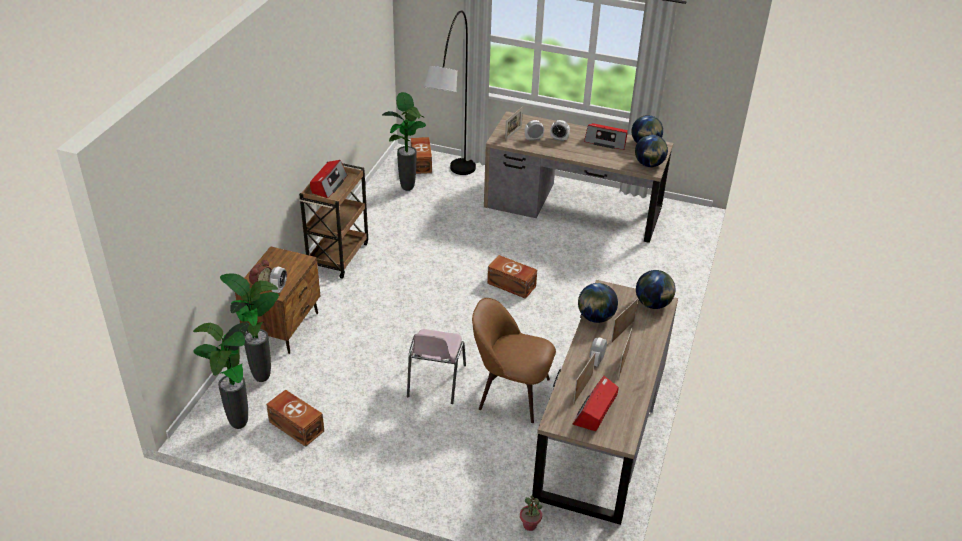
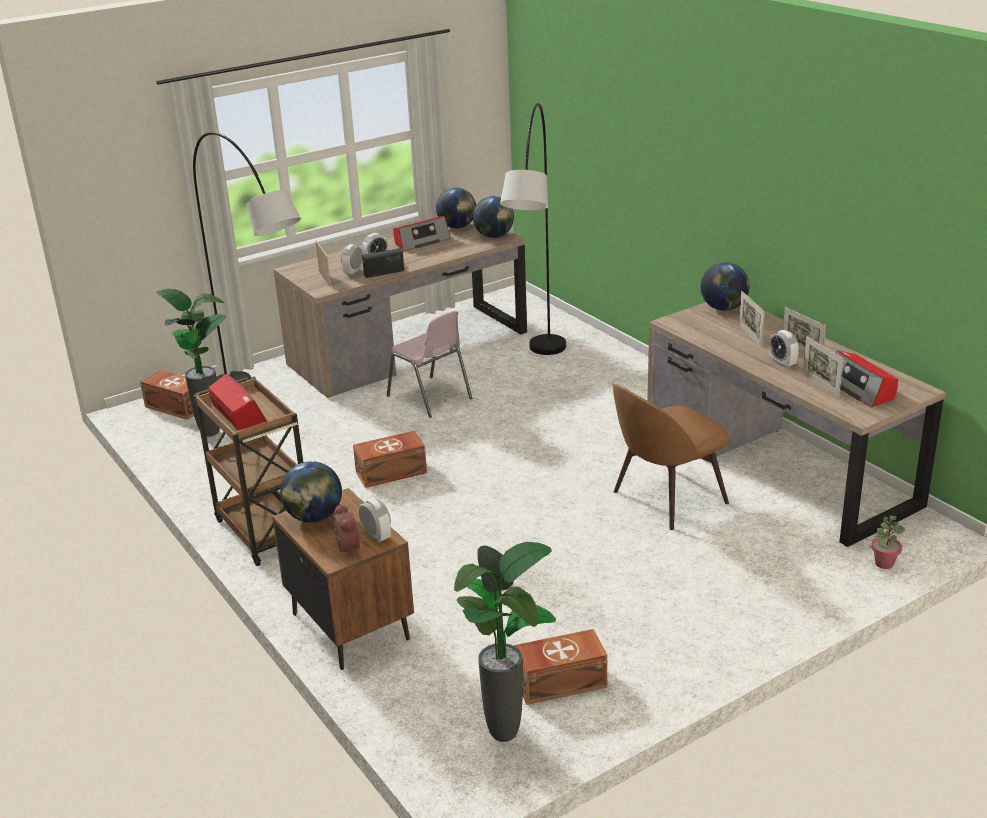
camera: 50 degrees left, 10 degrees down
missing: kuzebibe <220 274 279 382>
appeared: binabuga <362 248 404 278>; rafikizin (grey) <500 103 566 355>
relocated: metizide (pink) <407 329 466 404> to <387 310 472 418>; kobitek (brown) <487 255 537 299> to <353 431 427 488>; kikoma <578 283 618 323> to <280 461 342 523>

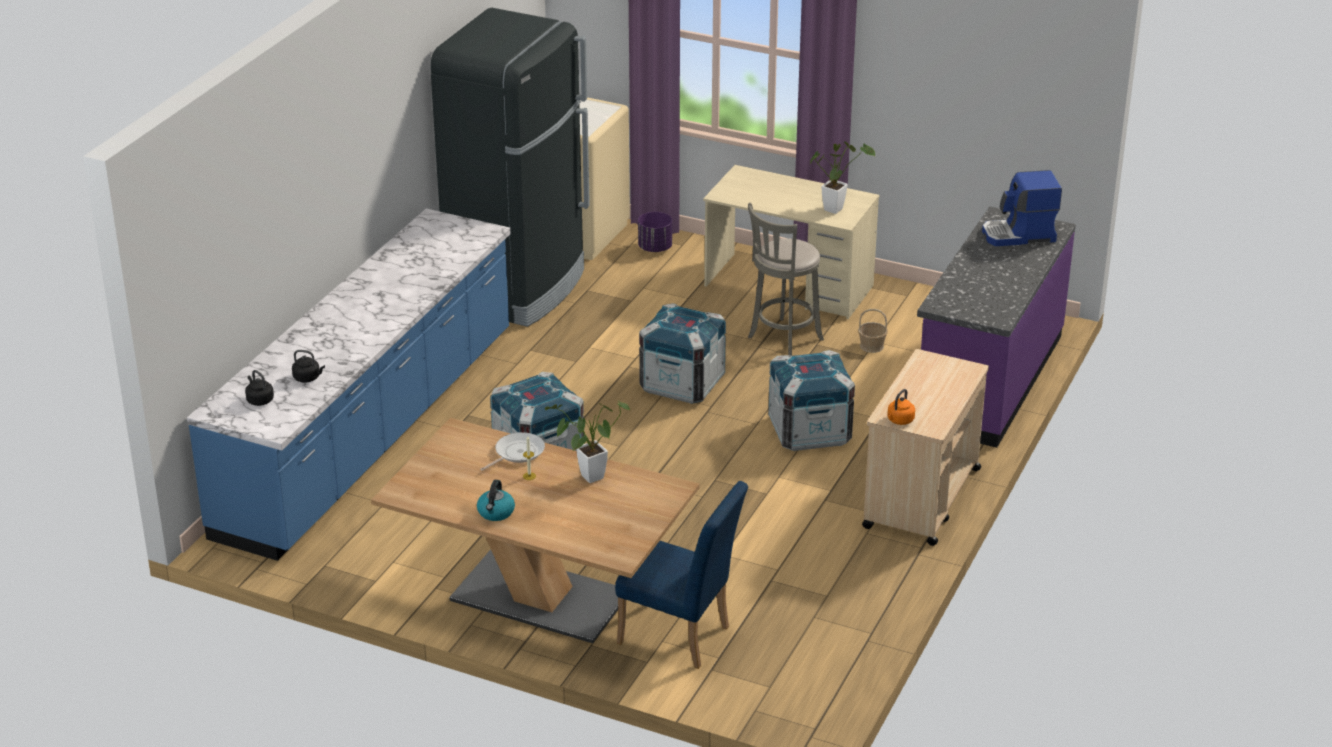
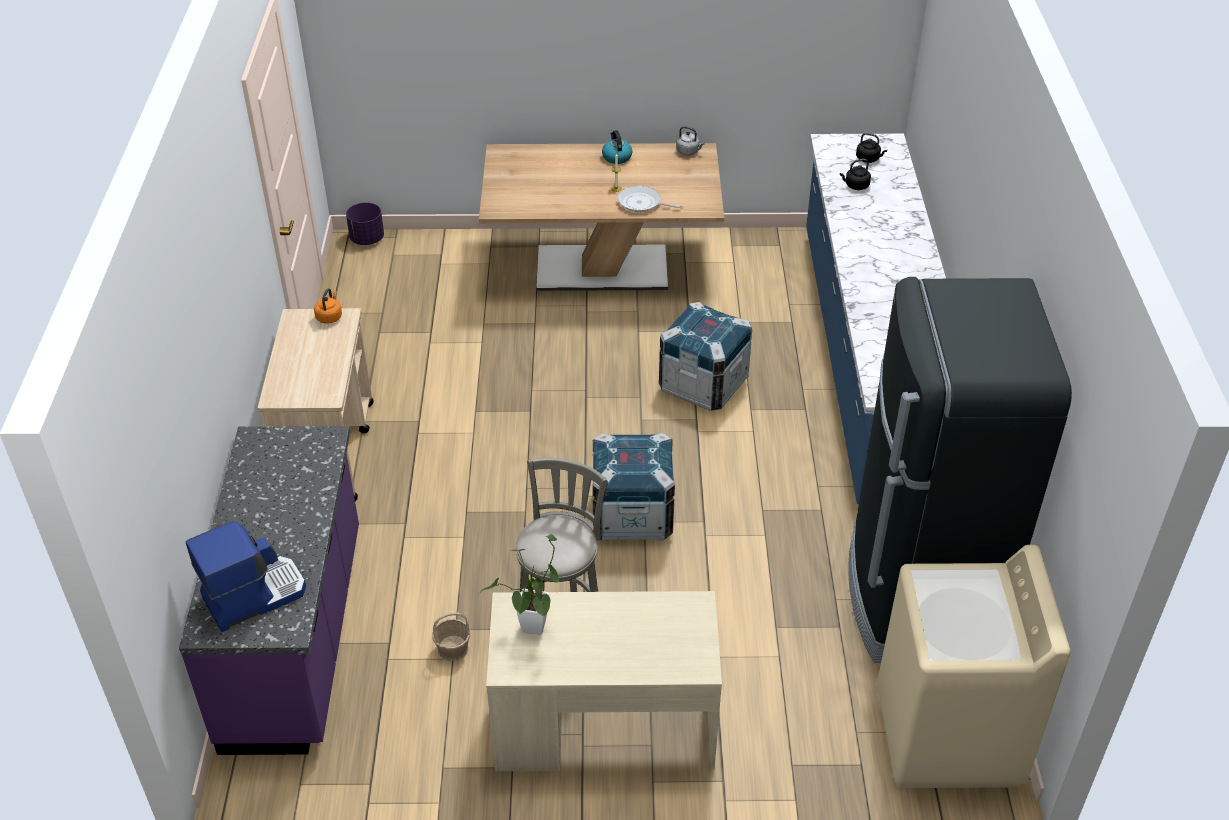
camera: 155 degrees right, 10 degrees up
missing: kuzebibe <545 401 630 483>; metizide (blue) <615 481 748 669>; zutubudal <768 350 855 451>
appeared: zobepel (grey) <676 126 705 155>
relocated: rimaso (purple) <638 212 672 252> to <346 202 384 245>
spun: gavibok <480 432 545 471> = <618 186 683 212> 90 degrees clockwise

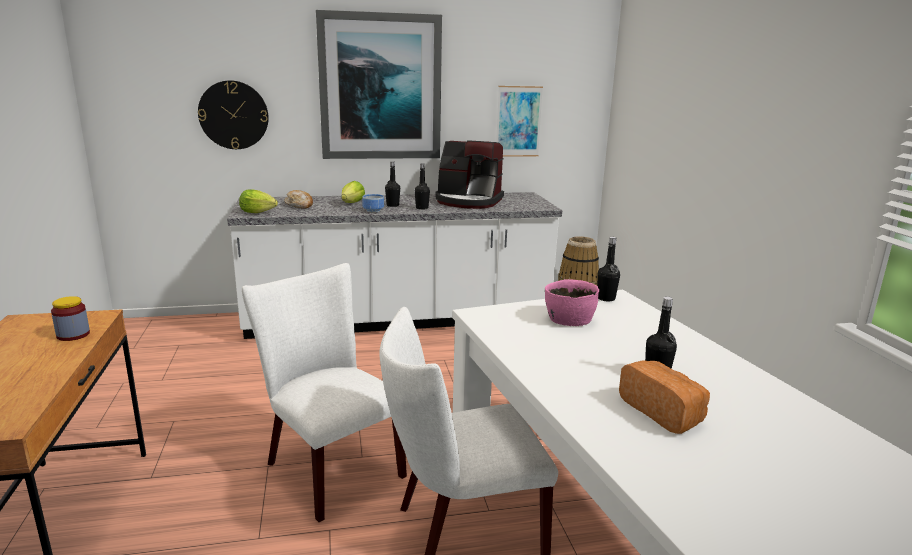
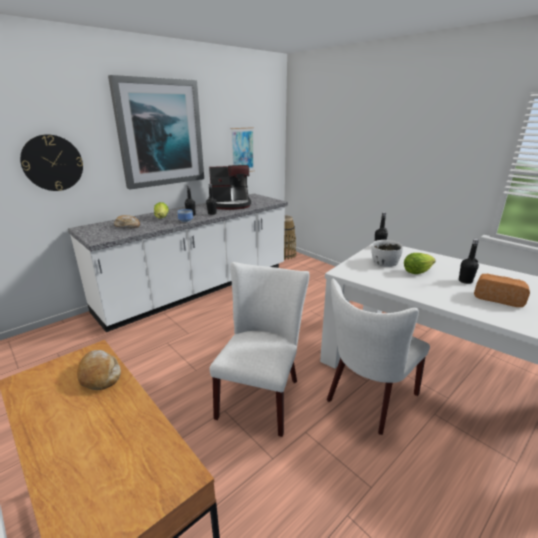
camera: 30 degrees left, 5 degrees up
relocated: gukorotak <239 189 278 213> to <404 253 436 274>
exchanged: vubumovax <51 296 90 341> to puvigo <77 350 121 390>
colour: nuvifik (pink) <545 279 599 326> to nuvifik (white) <371 240 403 267>
spun: metizide (white) <242 263 407 522> = <210 262 309 437> 90 degrees clockwise

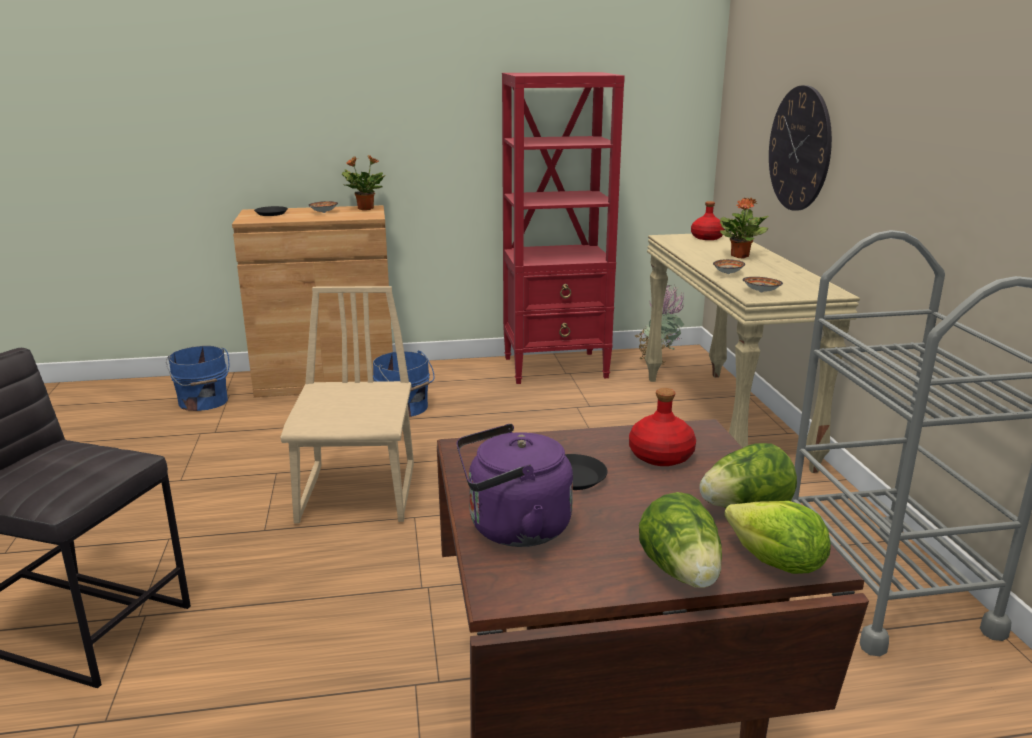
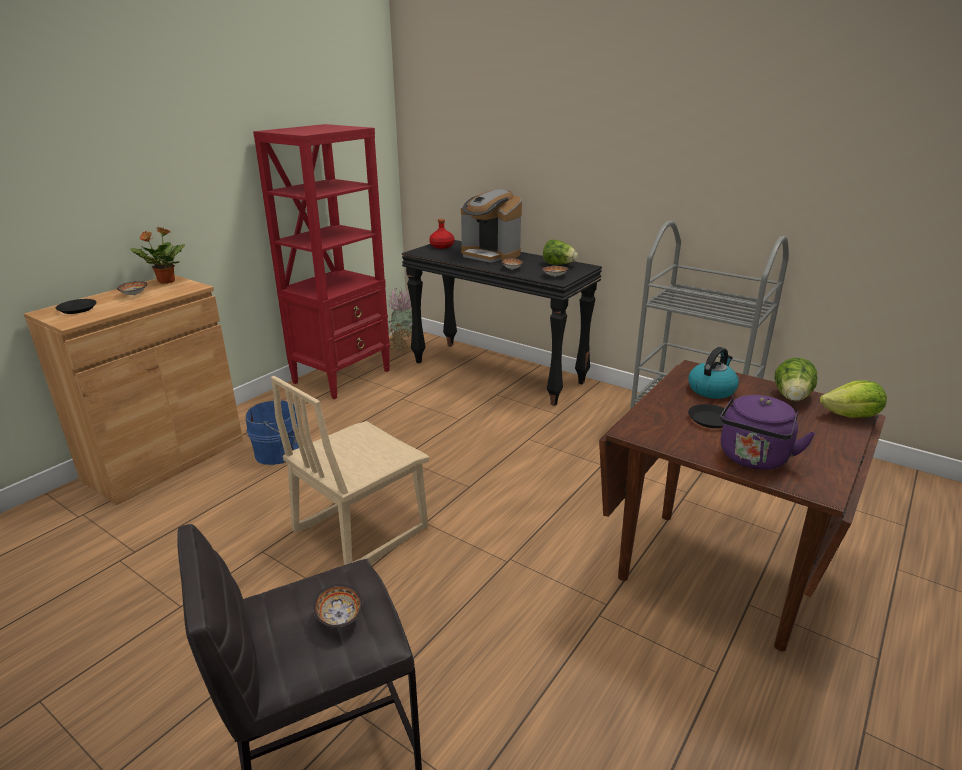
camera: 45 degrees left, 5 degrees up
missing: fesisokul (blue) <166 346 230 411>; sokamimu <769 85 832 211>
appeared: nuvifik <313 584 363 628>
relocated: gukorotak <639 492 722 588> to <543 240 578 265>
exchanged: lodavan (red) <629 388 696 466> to zobepel <688 347 739 399>; kuzebibe <720 198 768 258> to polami <461 189 522 263>
colour: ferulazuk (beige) <645 232 860 473> to ferulazuk (black) <402 240 602 406>
spun: metizide (beige) <280 286 414 523> = <271 376 429 565> 90 degrees counterclockwise

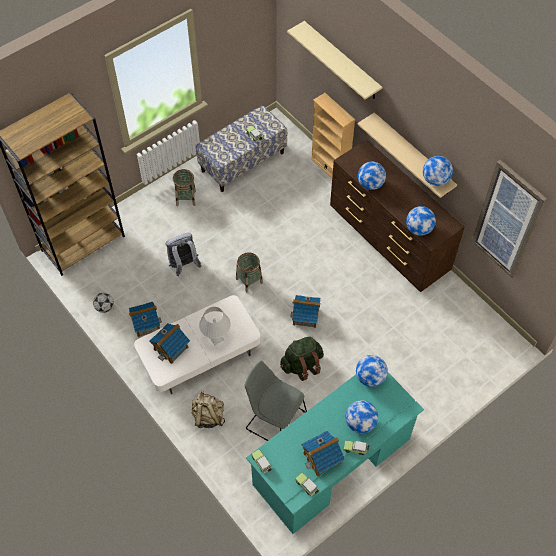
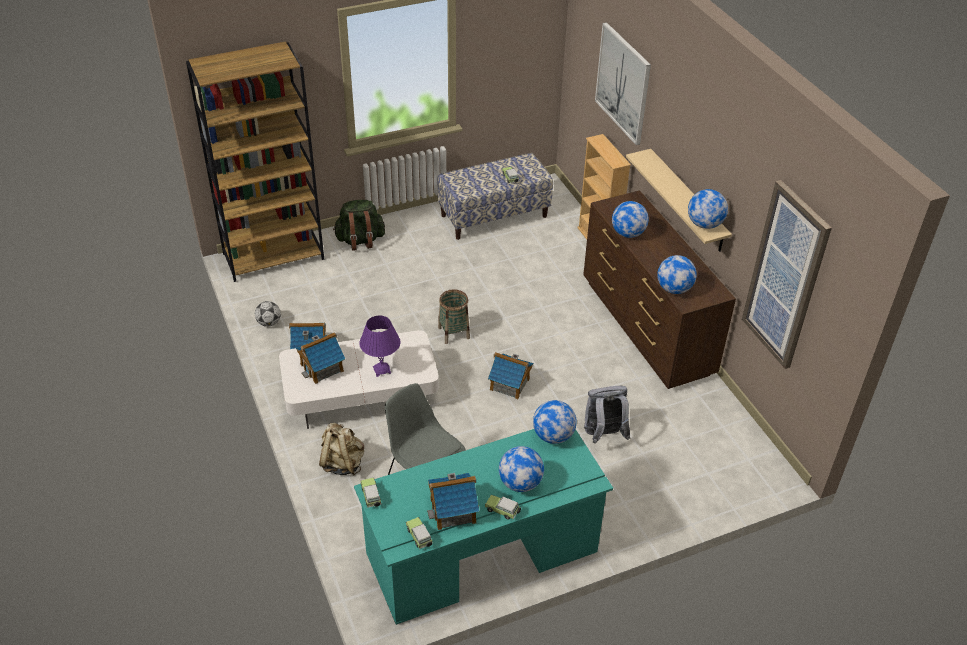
camera: 15 degrees right, 15 degrees down
missing: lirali <173 169 196 206>
relocated: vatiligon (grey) <166 233 202 276> to <584 386 630 444>; vatiligon (green) <280 337 324 381> to <333 200 385 251>
exchanged: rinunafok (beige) <287 21 382 99> to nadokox <595 22 651 145>
colour: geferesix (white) <199 307 231 346> to geferesix (purple) <359 316 401 377>

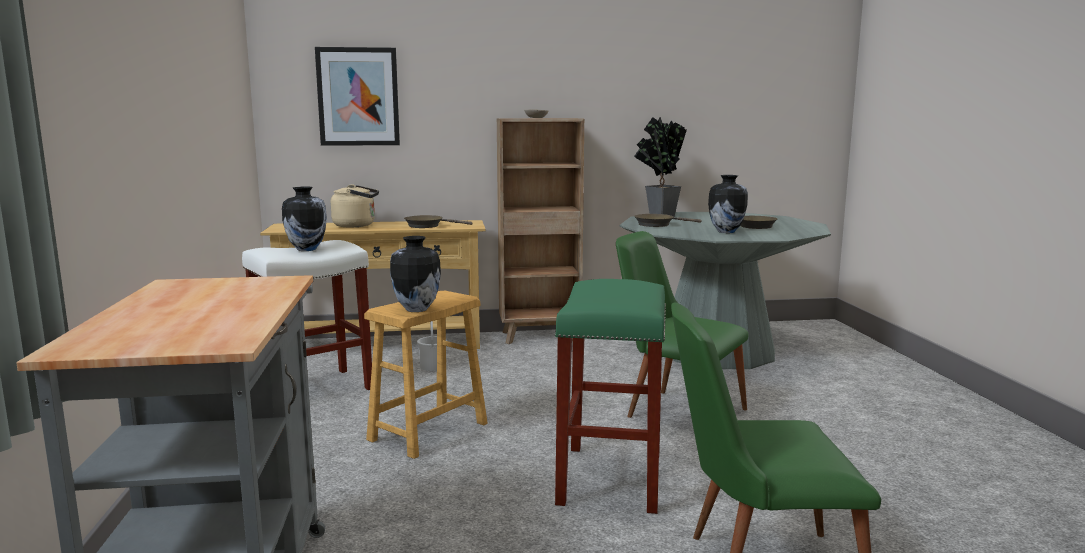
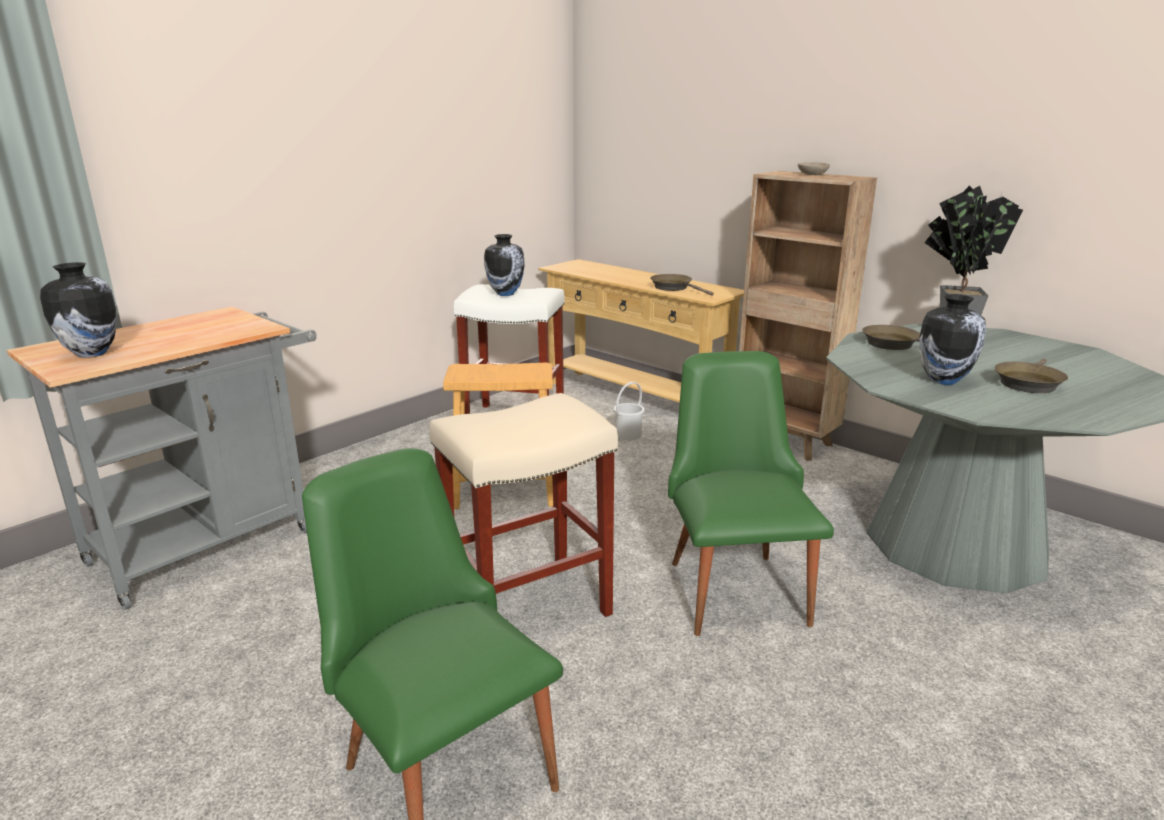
camera: 50 degrees right, 10 degrees up
missing: nadokox <315 47 400 146>; zobepel (beige) <331 184 379 227>
relocated: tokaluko <390 236 441 312> to <40 262 117 358>
colour: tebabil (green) <555 279 666 514> to tebabil (beige) <429 393 618 617>

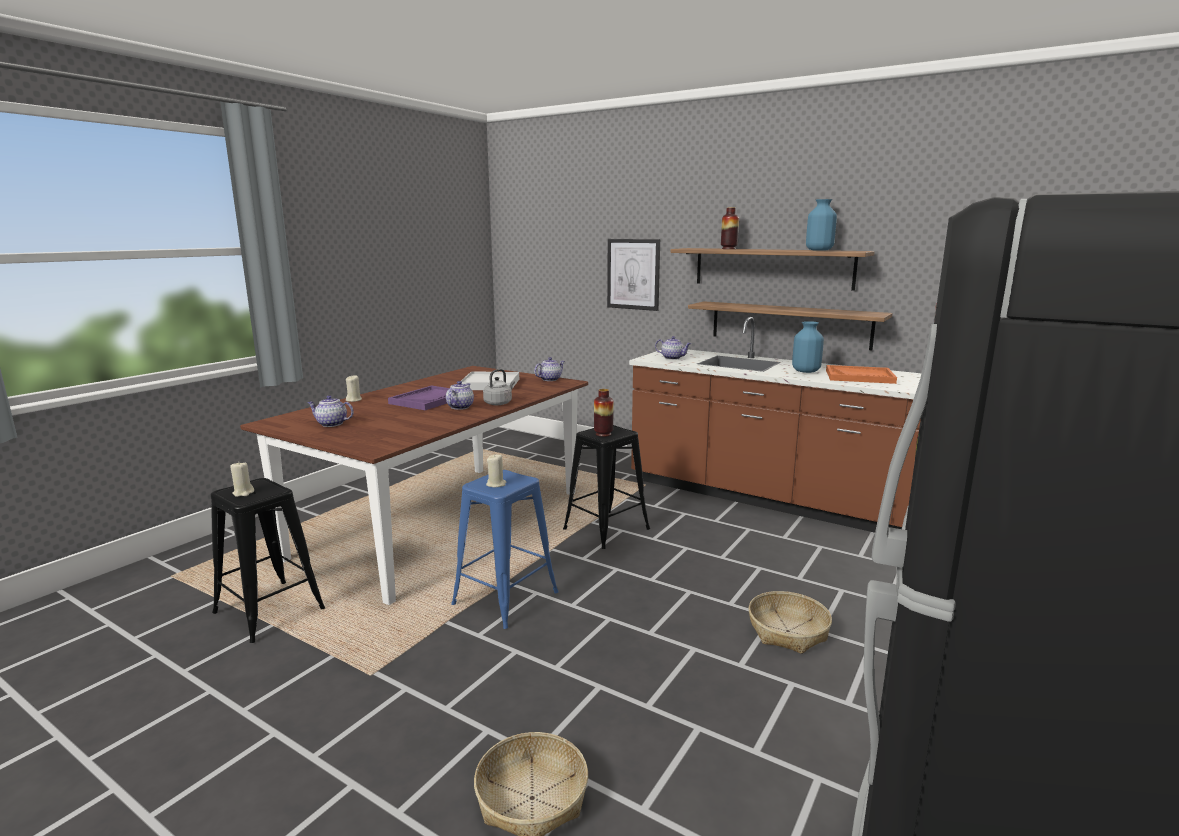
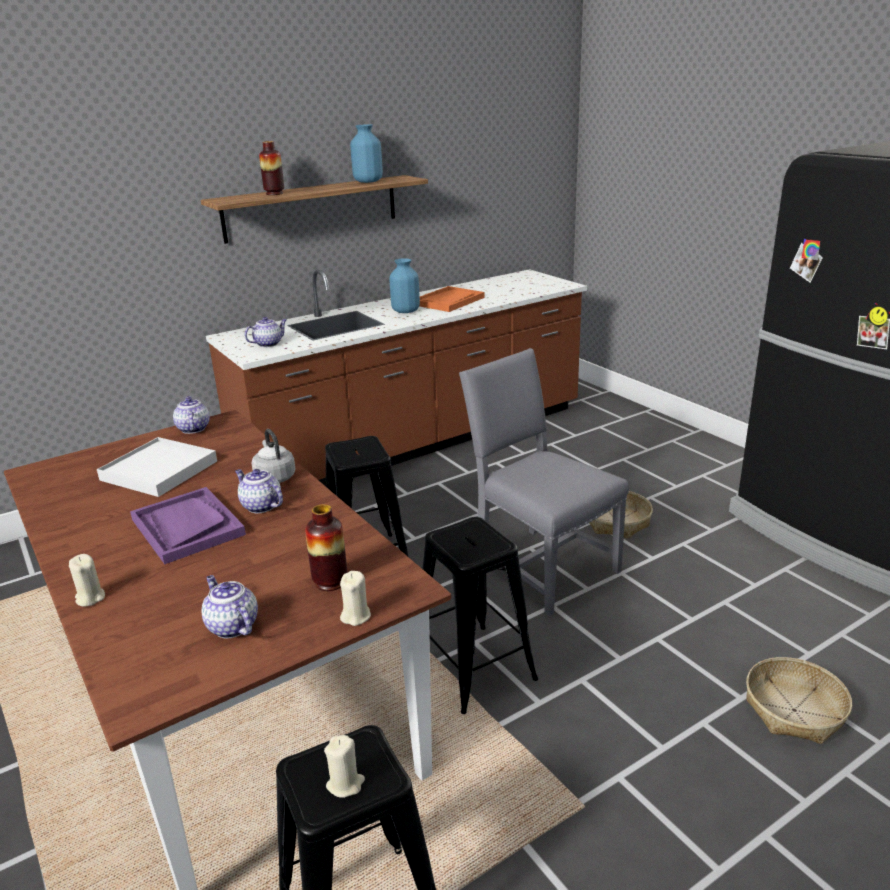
camera: 65 degrees left, 10 degrees up
missing: nadokox <607 239 660 311>; rinunafok <688 301 892 350>
appeared: metizide (grey) <459 348 629 617>
relocated: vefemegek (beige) <486 454 506 487> to <340 571 371 626>; tokaluko <594 389 614 437> to <305 504 347 591>
colour: tebabil (blue) <451 470 559 629> to tebabil (black) <423 517 538 714>
spun: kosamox <307 395 354 427> = <202 575 258 639> 105 degrees clockwise

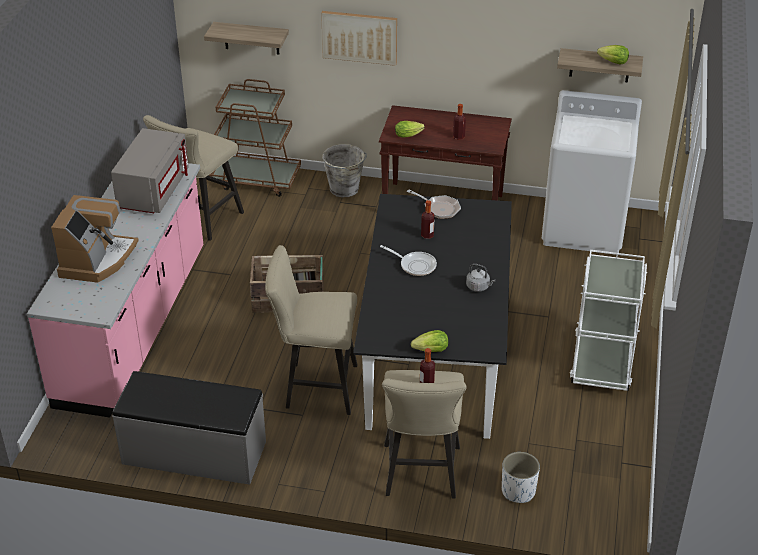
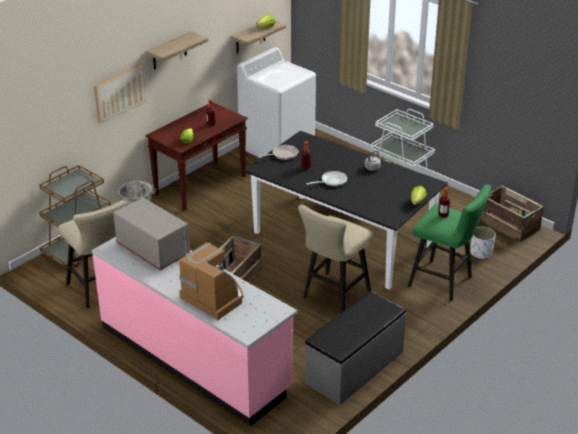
camera: 60 degrees left, 5 degrees down
appeared: zutubudal <480 185 544 242>
relocated: rinunafok <204 22 289 54> to <146 32 208 69>
colour: tebabil (beige) <382 370 467 498> to tebabil (green) <408 185 491 301>

